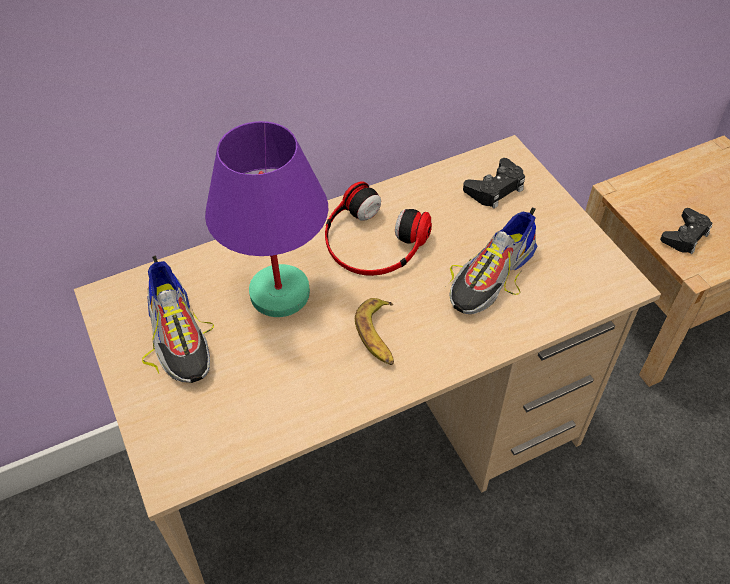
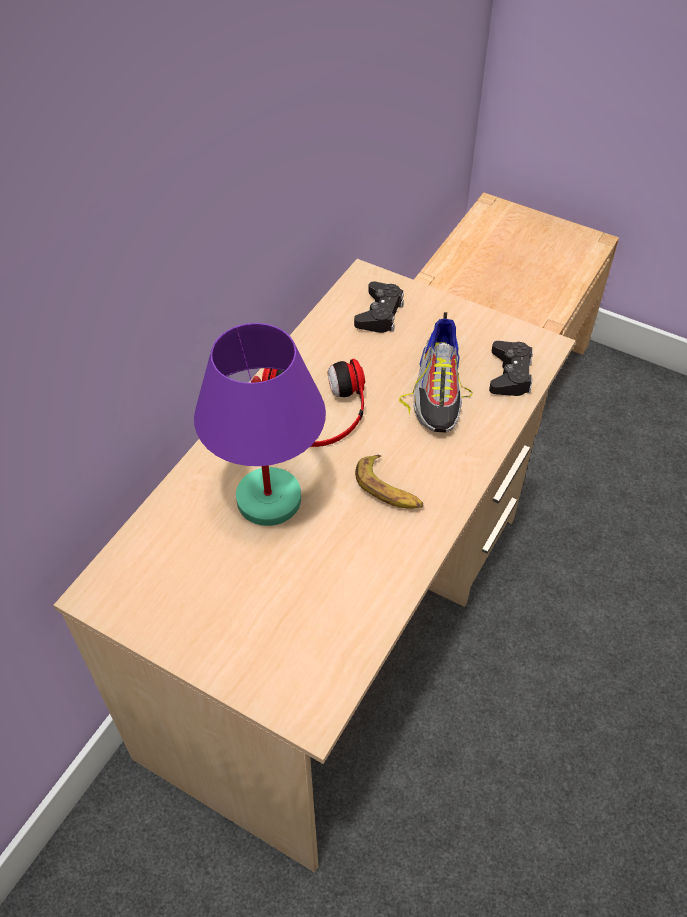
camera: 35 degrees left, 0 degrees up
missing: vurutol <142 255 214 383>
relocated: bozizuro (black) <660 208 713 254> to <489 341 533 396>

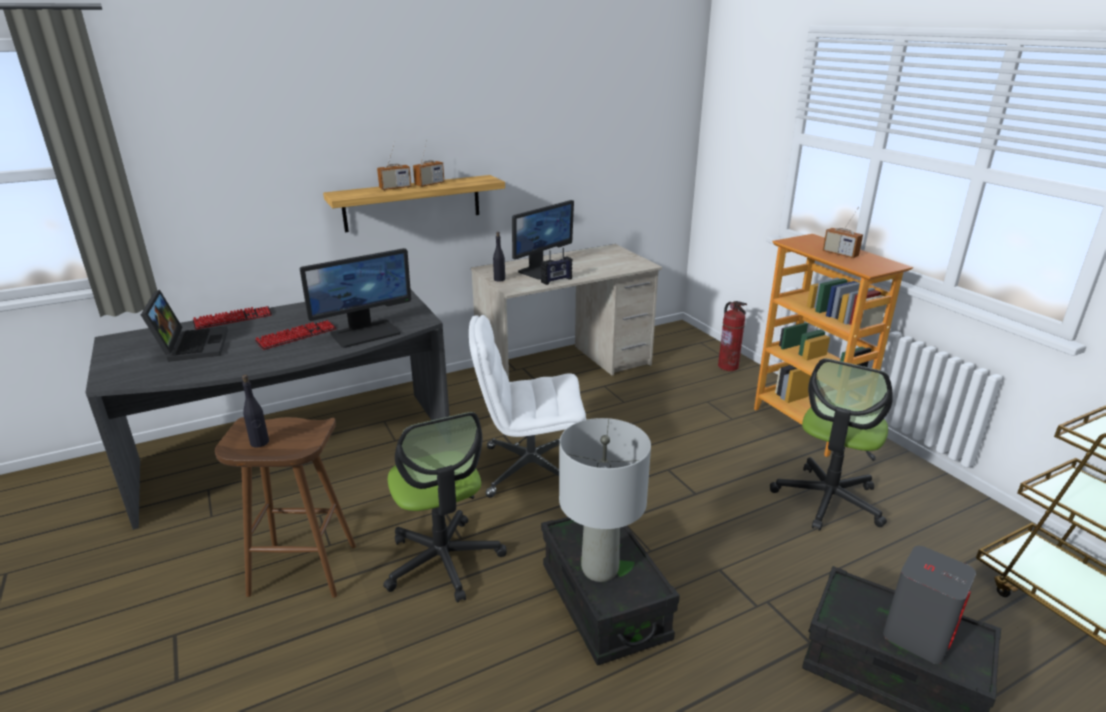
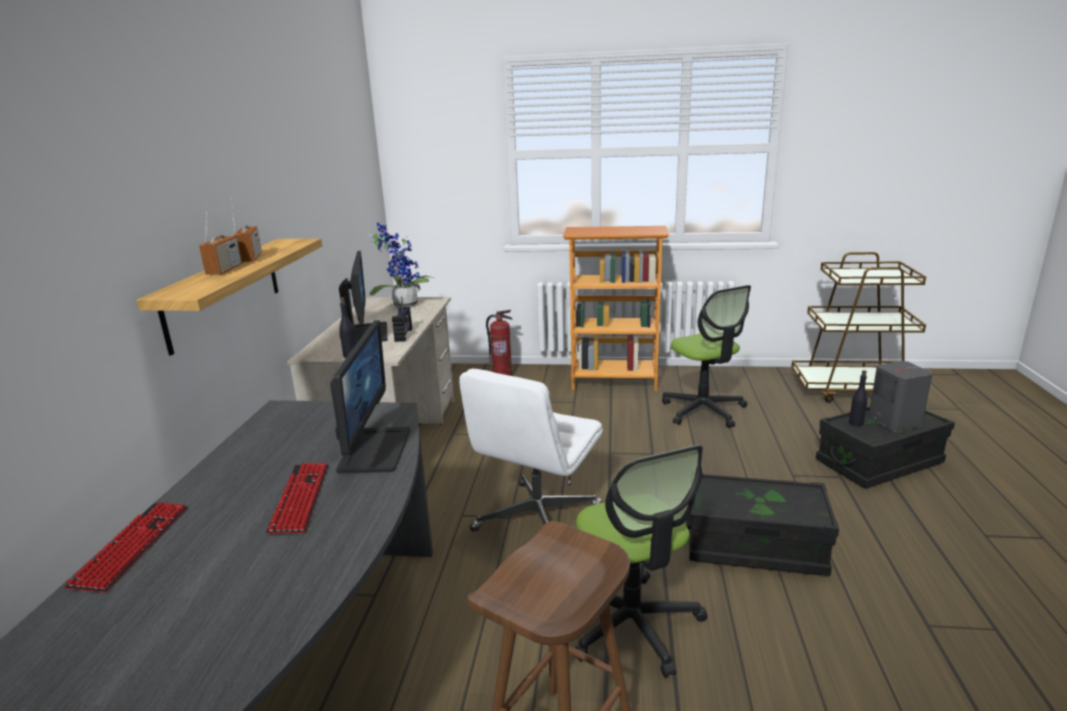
camera: 55 degrees left, 5 degrees down
missing: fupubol <141 290 228 362>; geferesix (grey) <559 418 651 582>; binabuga <823 207 863 258>
appeared: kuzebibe <369 222 434 308>
relocated: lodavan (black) <242 375 269 447> to <849 370 867 426>
spun: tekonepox <383 412 507 603> = <573 445 707 678> 60 degrees clockwise

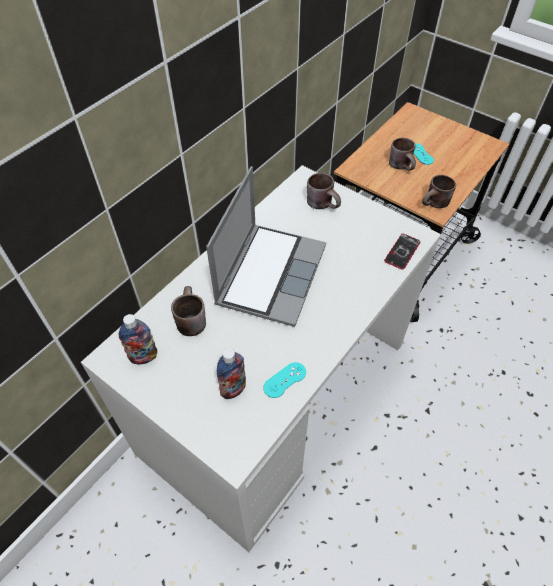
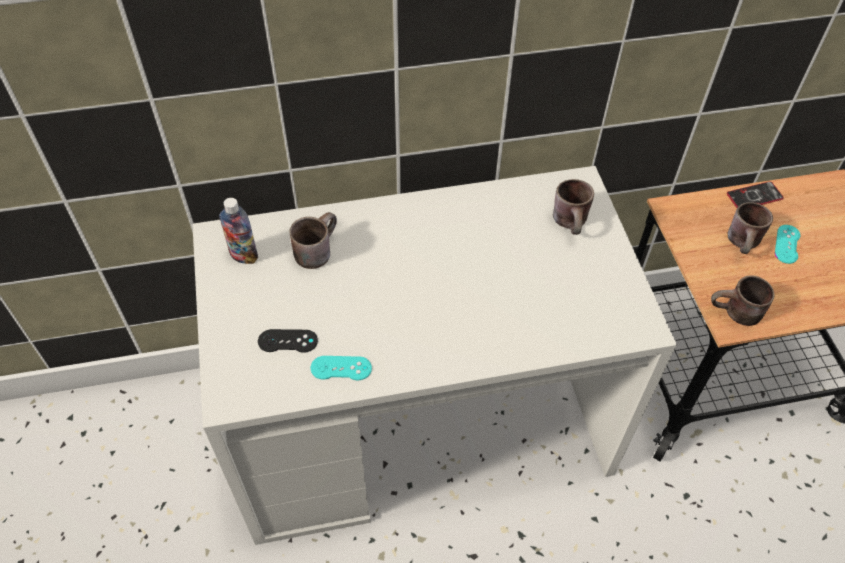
camera: 40 degrees right, 0 degrees up
missing: fupubol <206 166 326 327>
relocated: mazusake <384 234 421 270> to <727 181 784 208>
exchanged: lodavan <217 348 246 399> to bozizuro (black) <258 329 318 353>

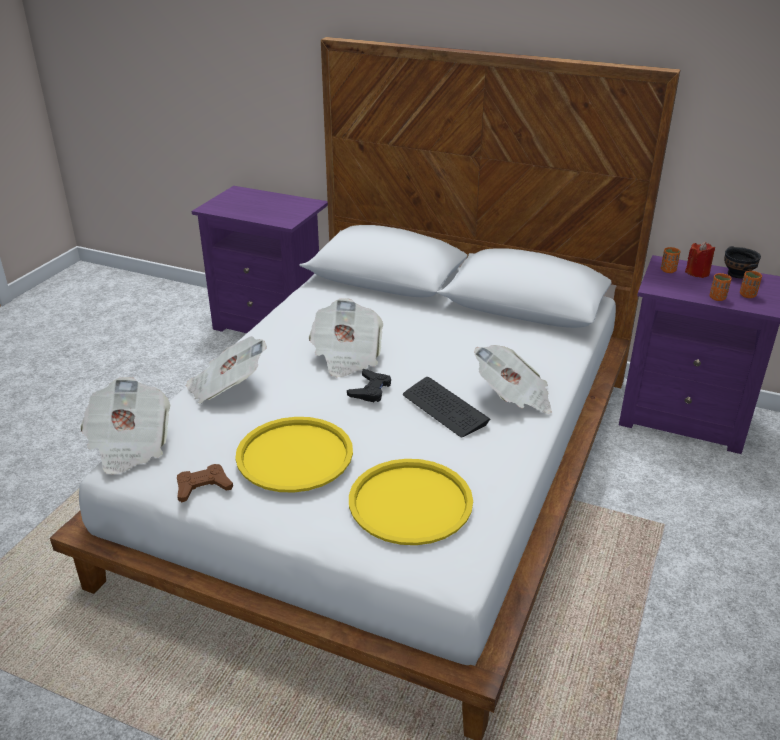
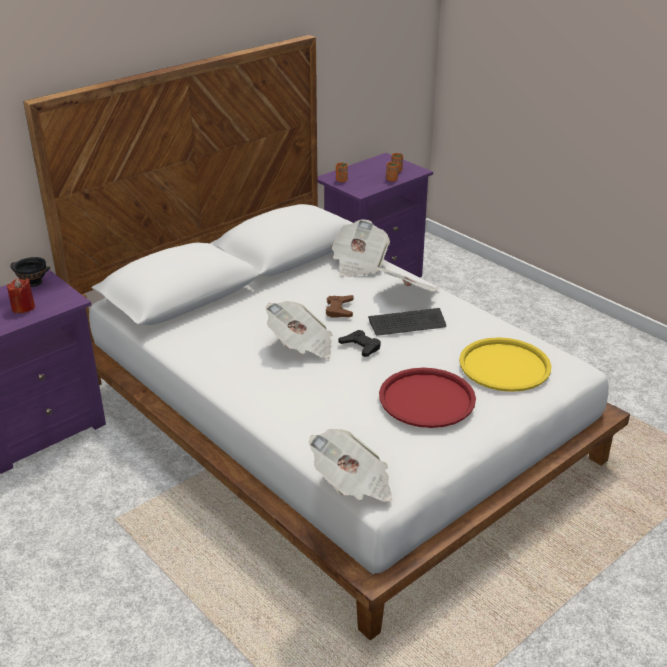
camera: 65 degrees left, 0 degrees up
relocated: bozizuro (brown) <177 464 233 502> to <326 295 354 318>; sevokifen <186 336 267 404> to <331 219 390 277>; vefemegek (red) <685 242 715 278> to <7 278 35 313>; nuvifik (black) <724 246 761 279> to <10 257 50 287>
colour: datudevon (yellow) <235 417 353 493> to datudevon (red) <379 368 476 428>

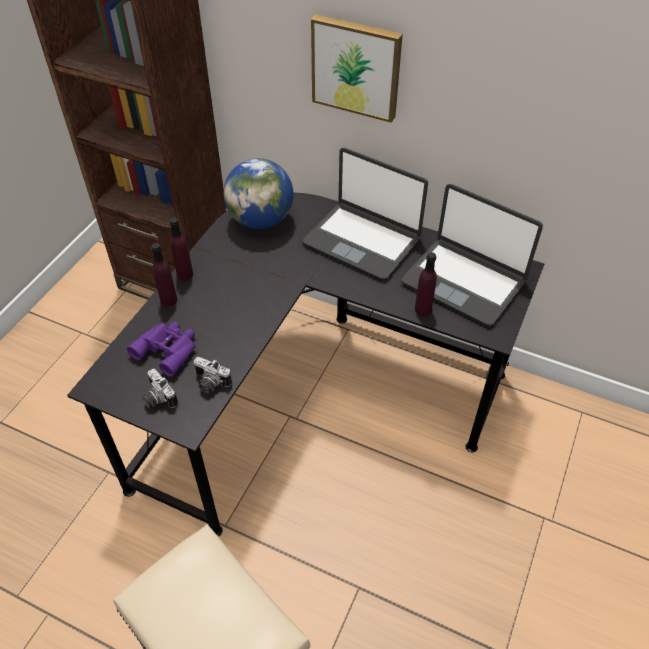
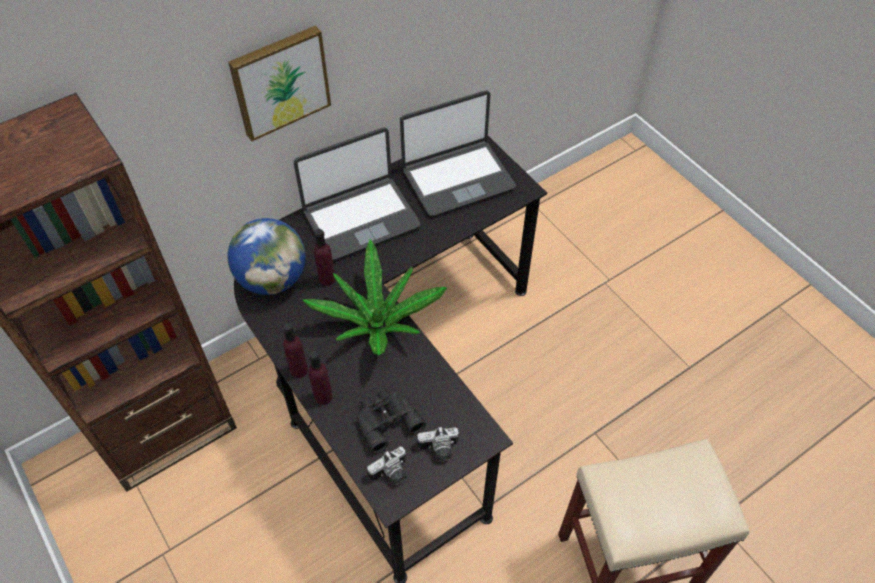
camera: 60 degrees left, 5 degrees up
appeared: kuzebibe <302 239 447 355>
relocated: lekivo <194 357 232 394> to <367 447 407 485>; lodavan (purple) <415 252 437 316> to <314 229 335 286>
colour: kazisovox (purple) <127 322 196 377> to kazisovox (black) <356 389 426 454>

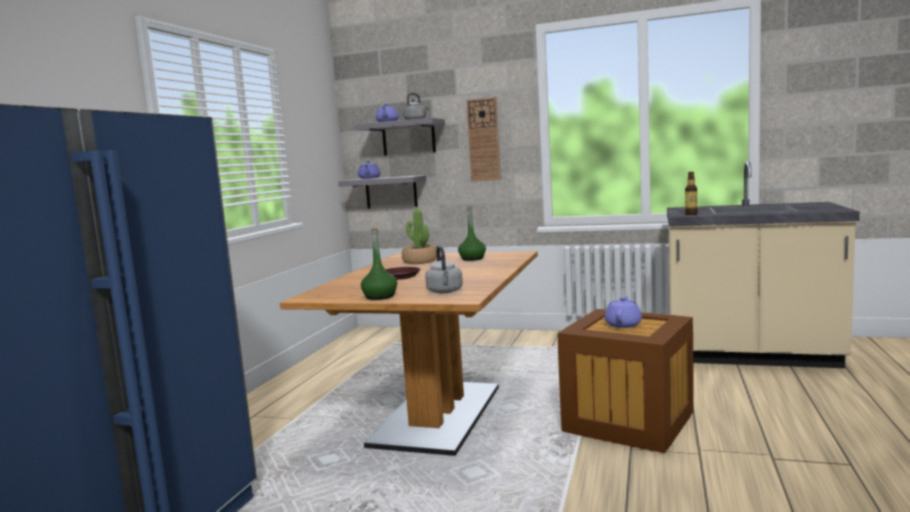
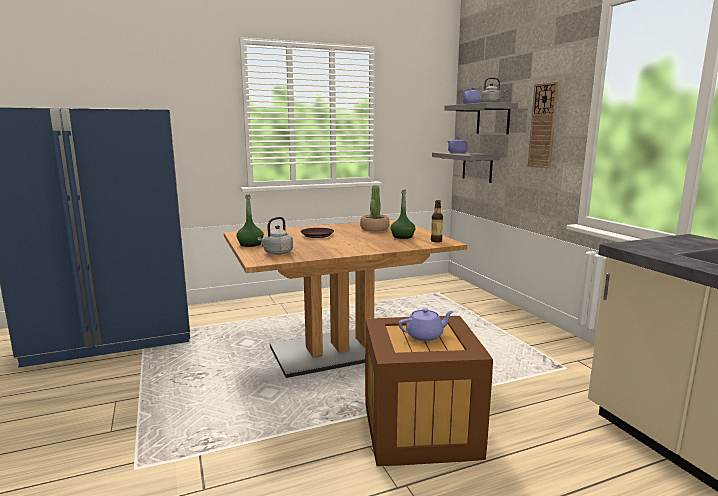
camera: 50 degrees right, 5 degrees up
relocated: lodavan <685 172 698 215> to <431 200 443 242>

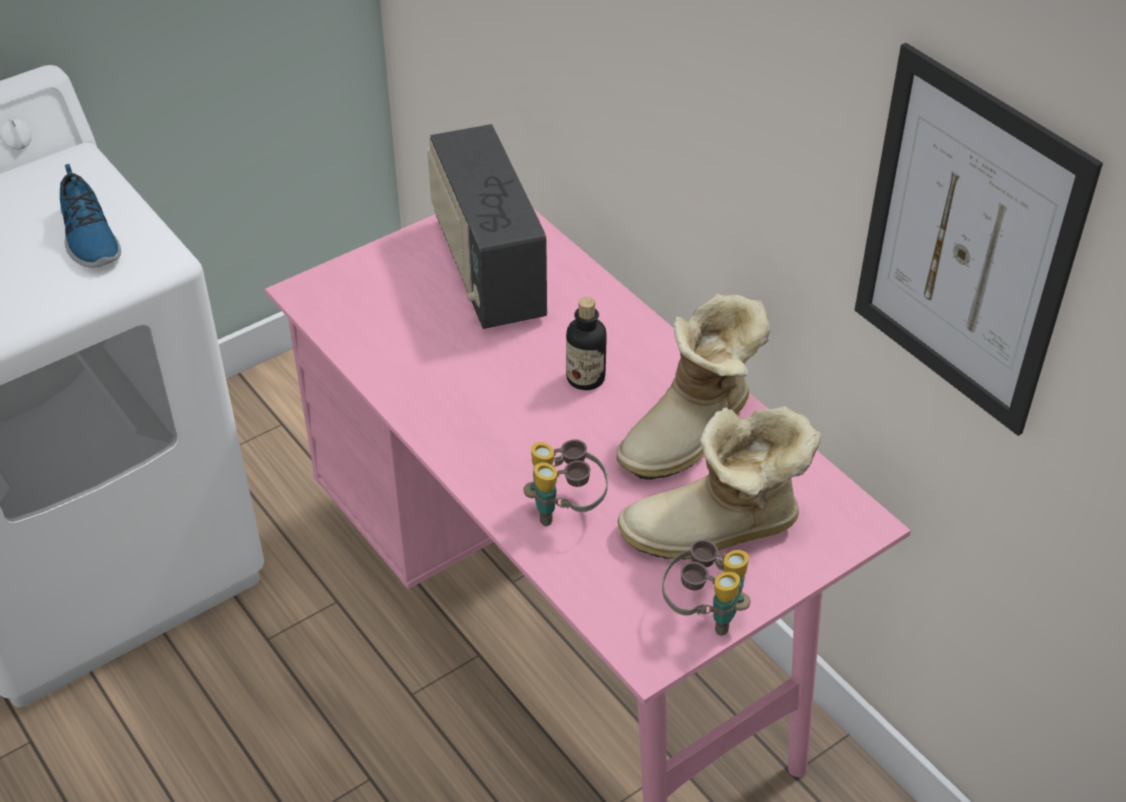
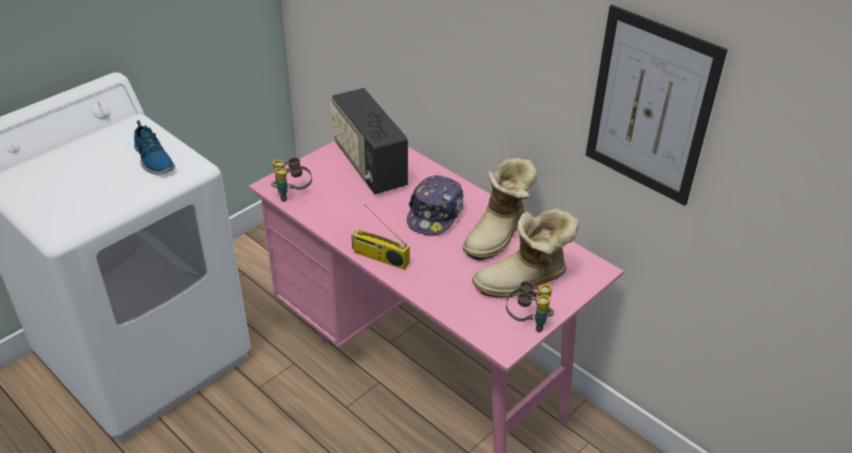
camera: 10 degrees left, 5 degrees down
appeared: binabuga <351 205 410 270>
relocated: kazisovox <524 439 608 526> to <271 158 312 202>
exchanged: lodavan <566 297 607 390> to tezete <407 175 464 236>

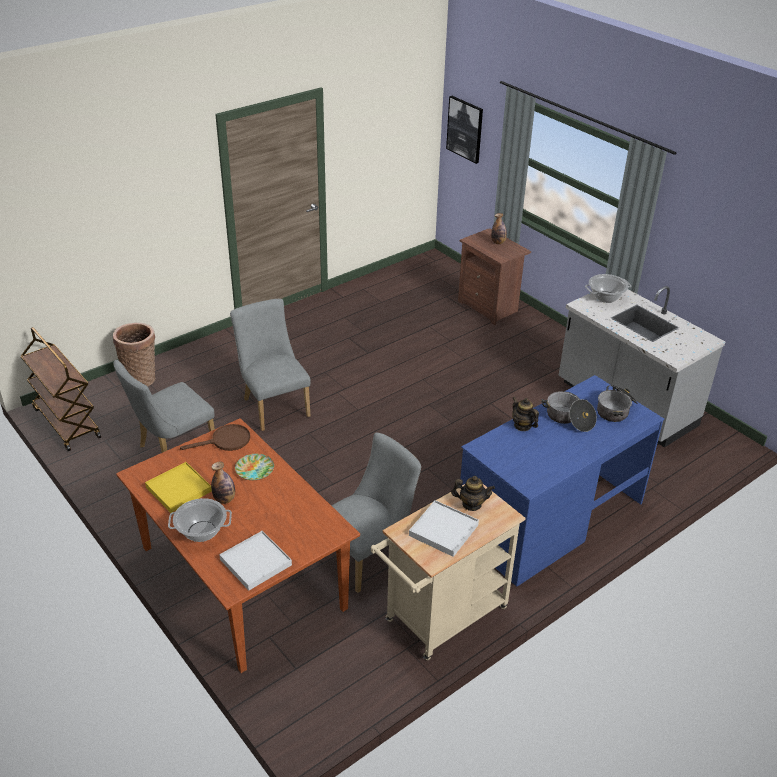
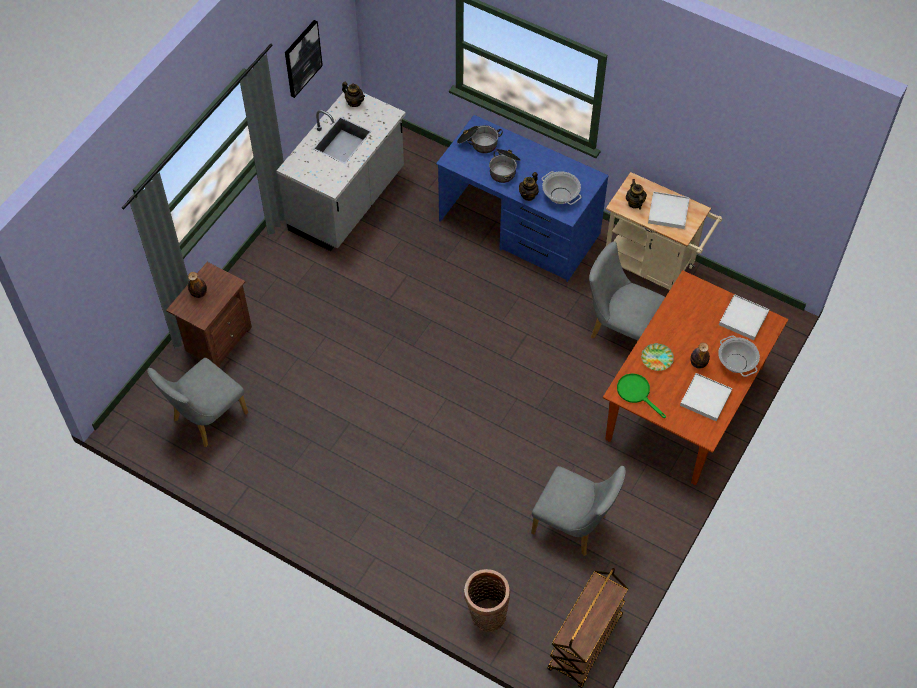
camera: 110 degrees left, 20 degrees up
appeared: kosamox <342 82 365 107>
relocated: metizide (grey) <230 299 311 431> to <147 358 248 447>; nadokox <446 96 483 164> to <285 20 323 98>; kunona <585 274 631 303> to <542 171 581 205>
colour: datudevon (yellow) <145 462 212 513> to datudevon (white) <680 373 732 421>; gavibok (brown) <180 424 250 451> to gavibok (green) <617 373 666 418>

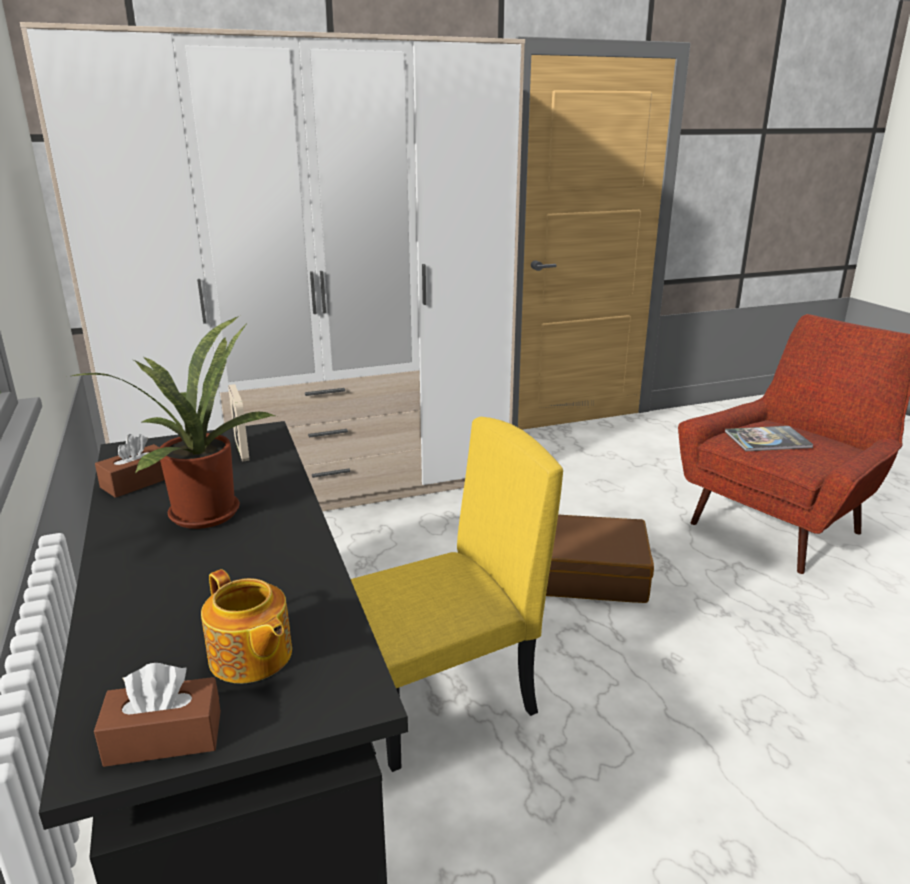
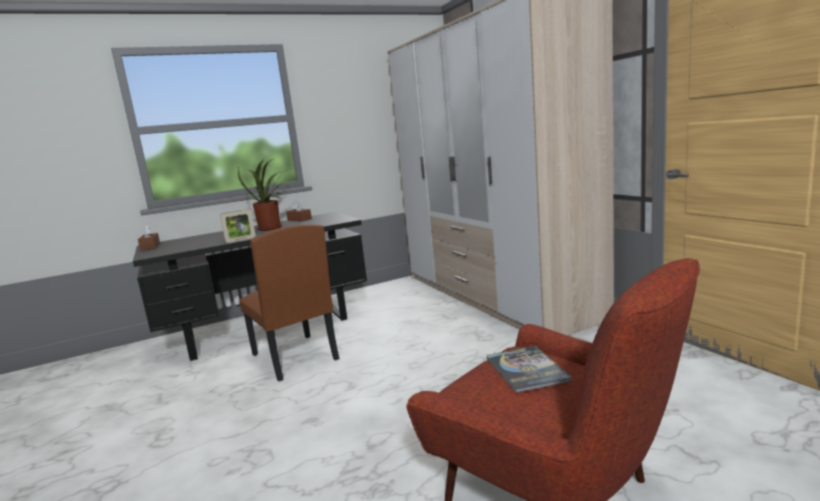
camera: 85 degrees right, 10 degrees down
missing: kosamox <201 569 292 684>; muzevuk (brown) <546 515 654 603>
relocated: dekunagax <228 384 249 462> to <220 209 256 243>
colour: metizide (yellow) <351 417 563 772> to metizide (brown) <239 224 340 381>

